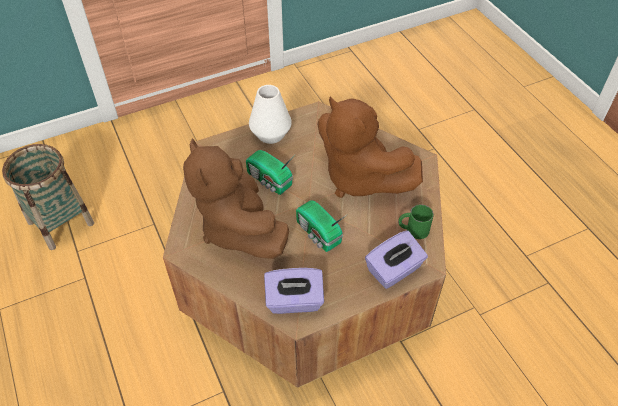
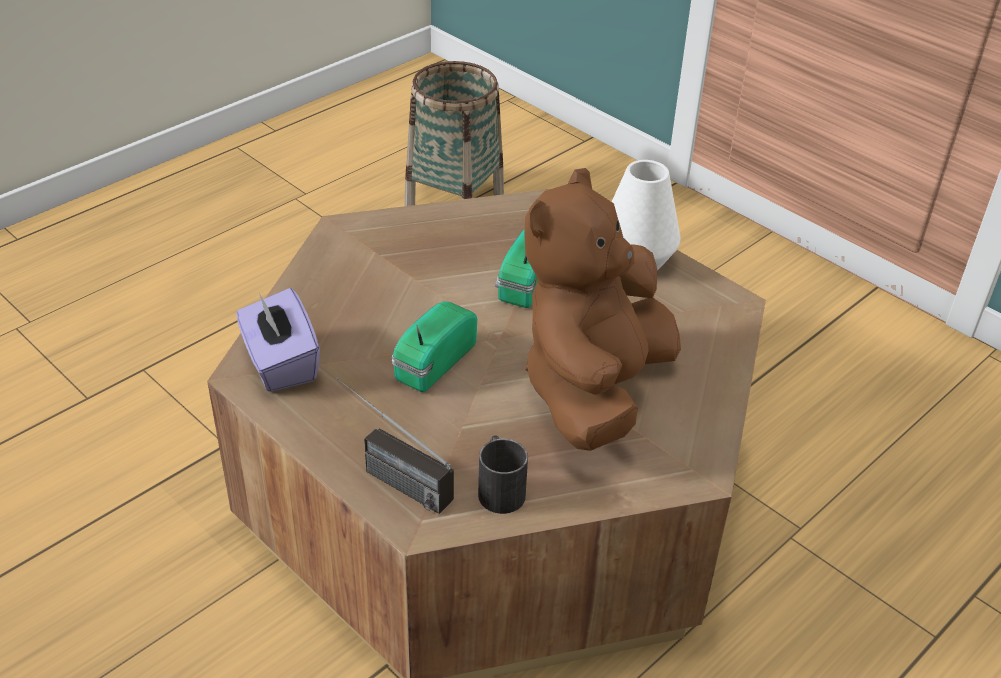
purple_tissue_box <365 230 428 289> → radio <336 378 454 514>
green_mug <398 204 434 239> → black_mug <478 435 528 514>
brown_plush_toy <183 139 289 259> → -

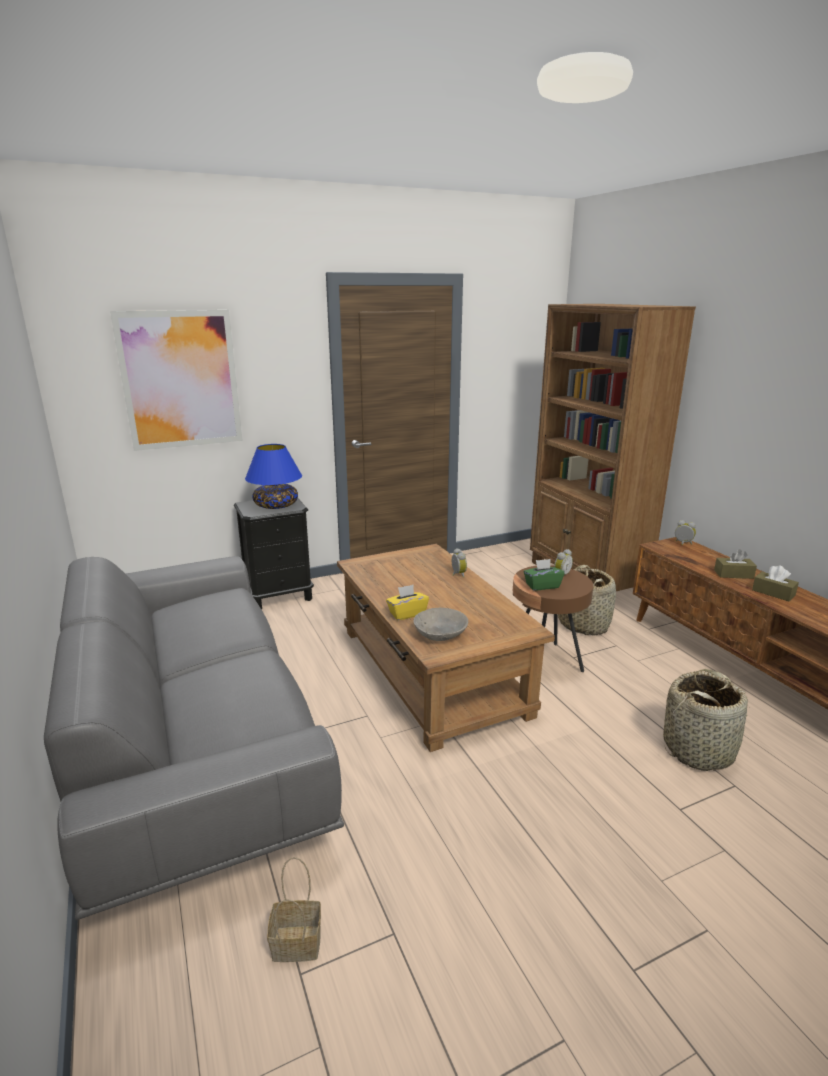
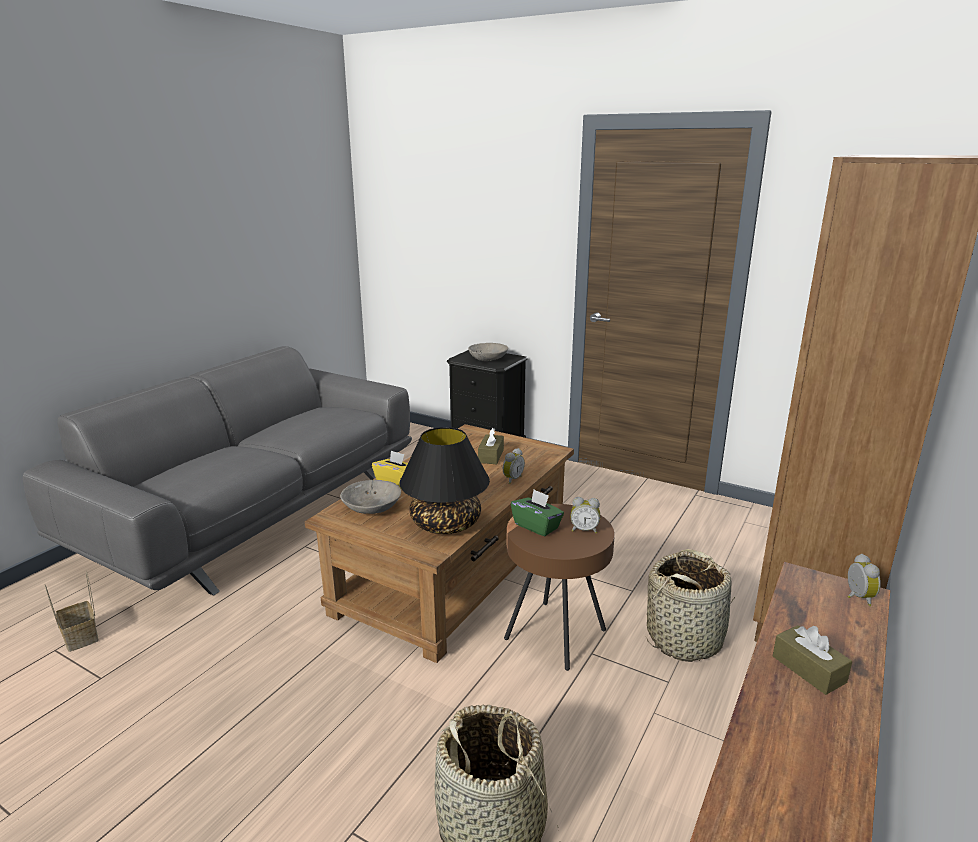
- → black_table_lamp <399 427 490 534>
blue_table_lamp <245 444 302 509> → grey_bowl <468 343 509 361>
brown_tissue_box <752 565 799 601> → brown_tissue_box <478 428 504 464>, moved
picture <110 310 243 451> → -

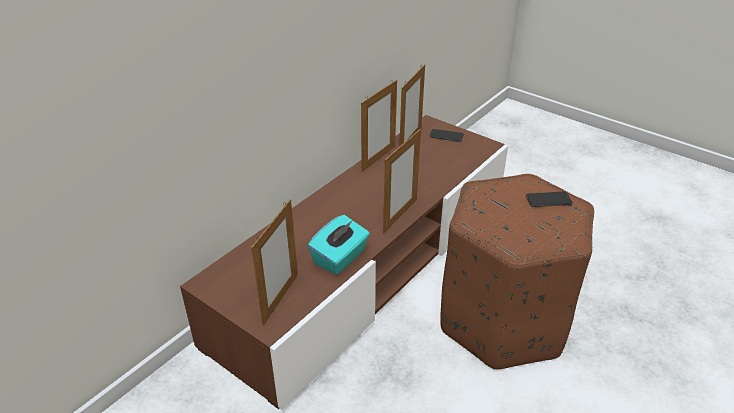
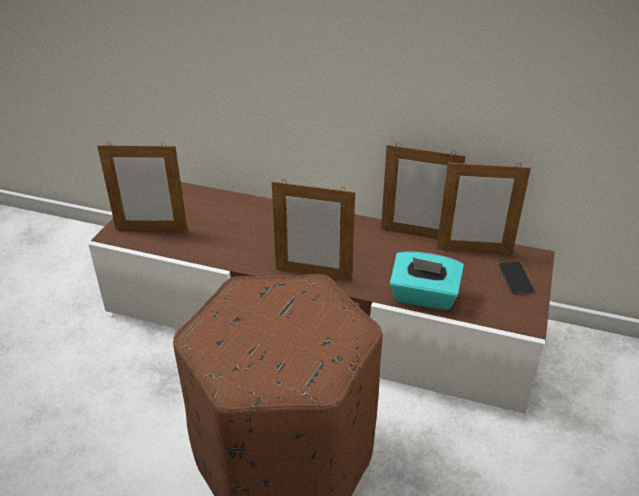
turquoise_tissue_box <308 215 370 275> → turquoise_tissue_box <390 251 464 310>, moved
phone <526 191 573 207> → -

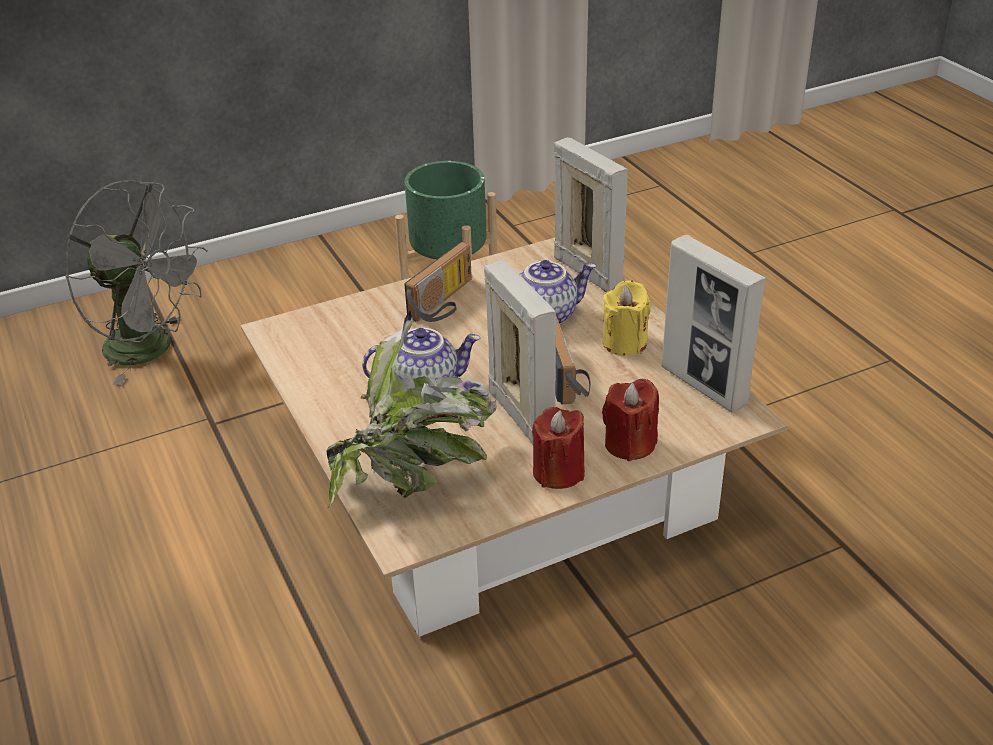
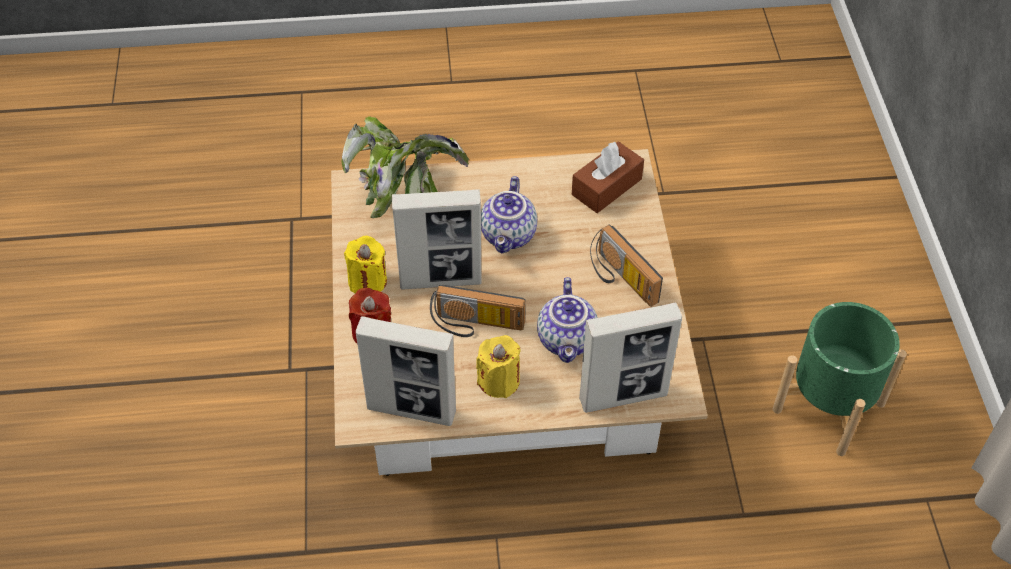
red_candle <532 407 585 489> → yellow_candle <344 236 387 293>
picture_frame <662 235 766 413> → picture_frame <356 316 456 426>, 150 degrees counterclockwise
- → brown_tissue_box <572 141 644 213>
grey_fan <65 180 208 384> → -

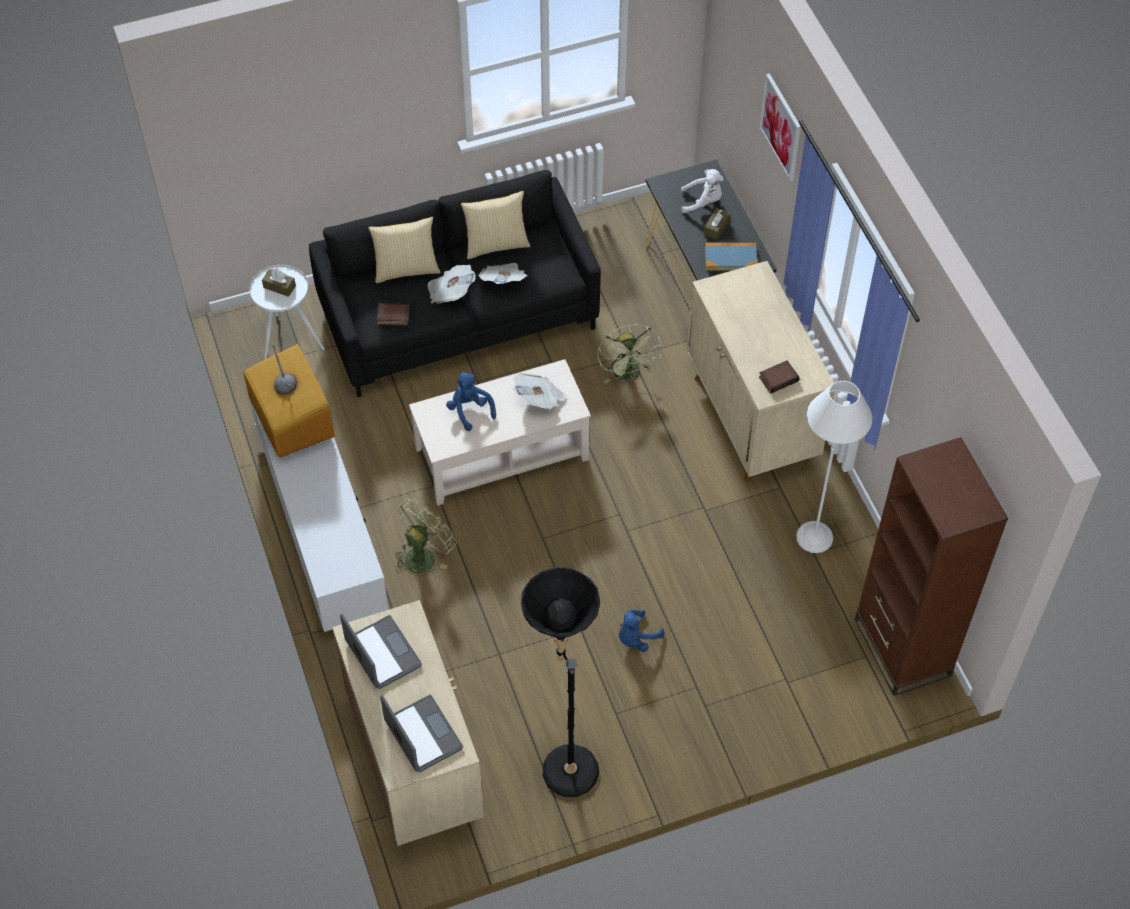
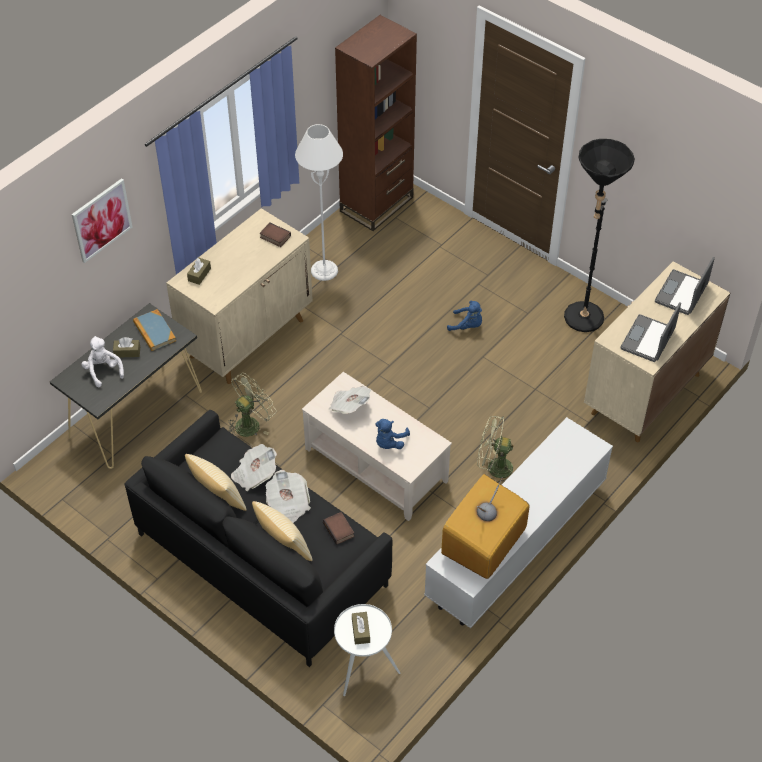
- → brown_tissue_box <187 257 211 285>

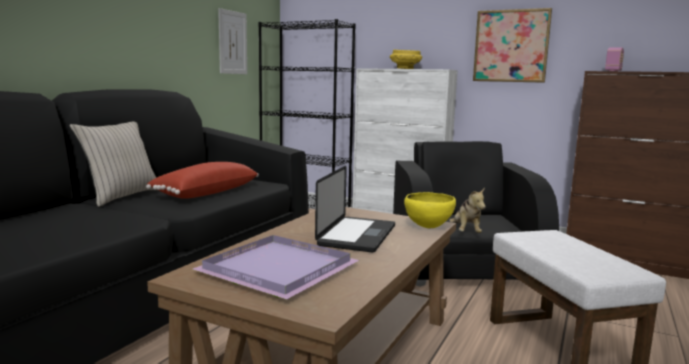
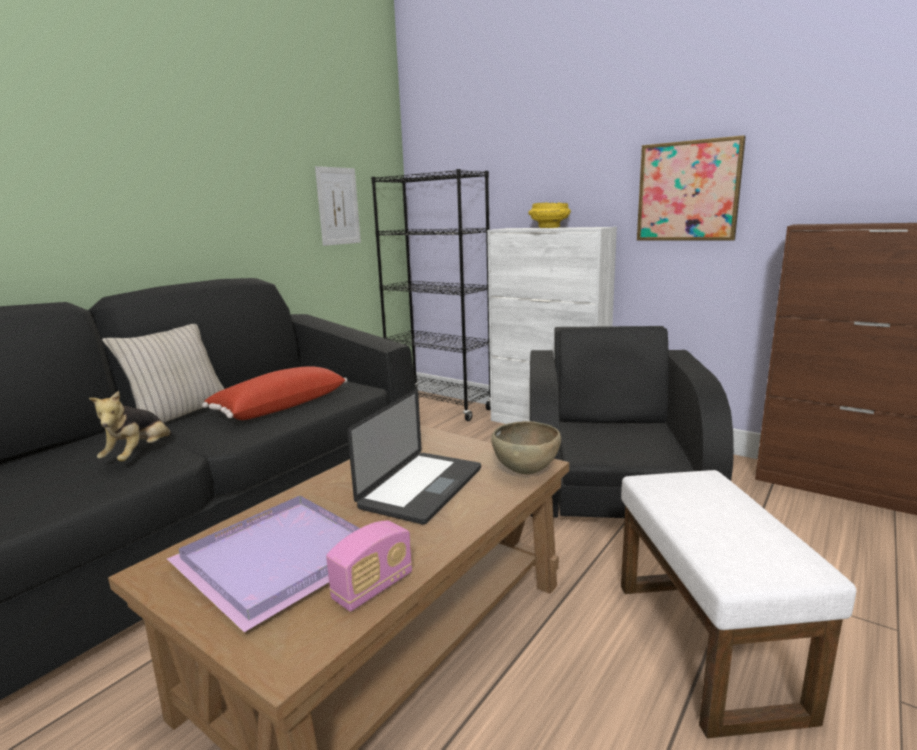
plush_toy <449 188 486 233> → plush_toy <89 391 172 461>, moved
radio <605 47 624 71> → radio <326 520 412 612>, moved
yellow_bowl <404 192 456 229> → brown_bowl <491 421 561 474>

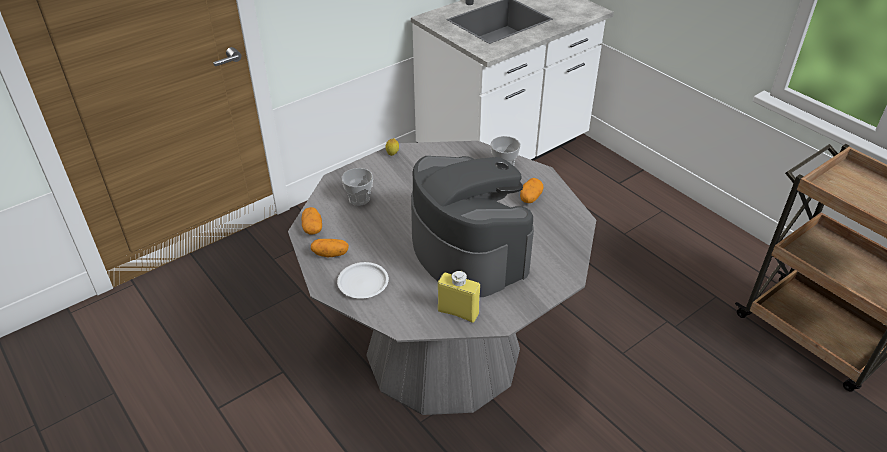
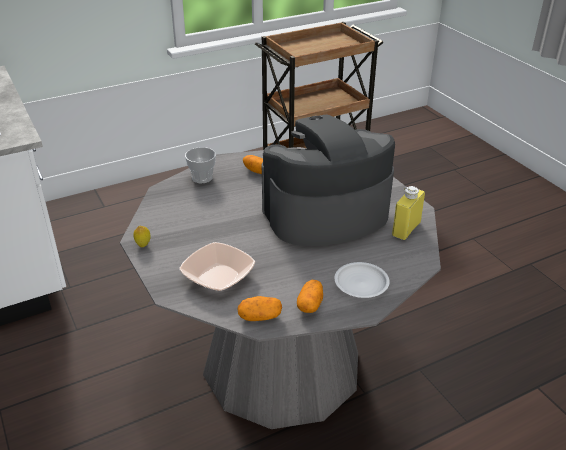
cup <342 168 373 206> → bowl <179 242 255 291>

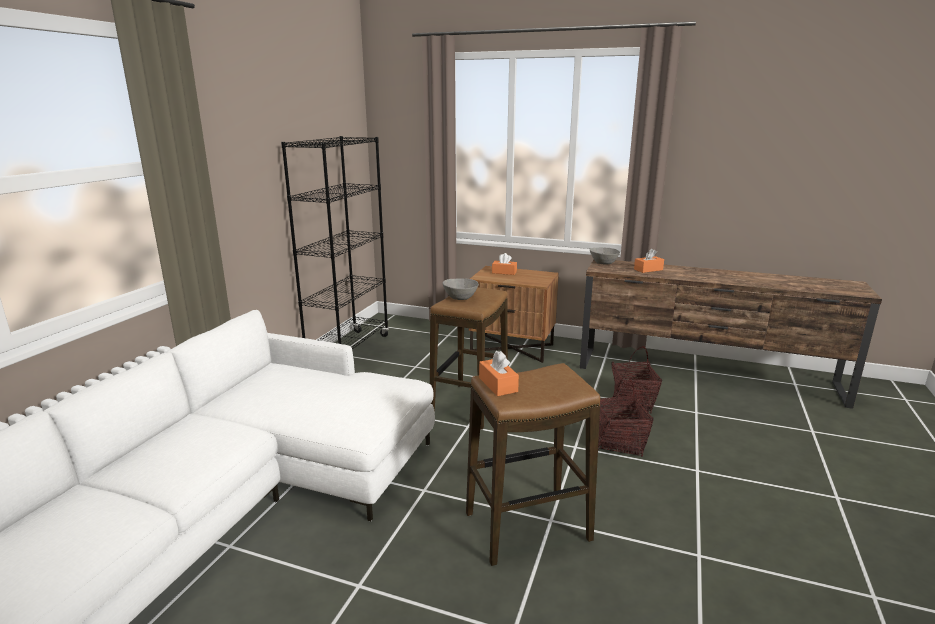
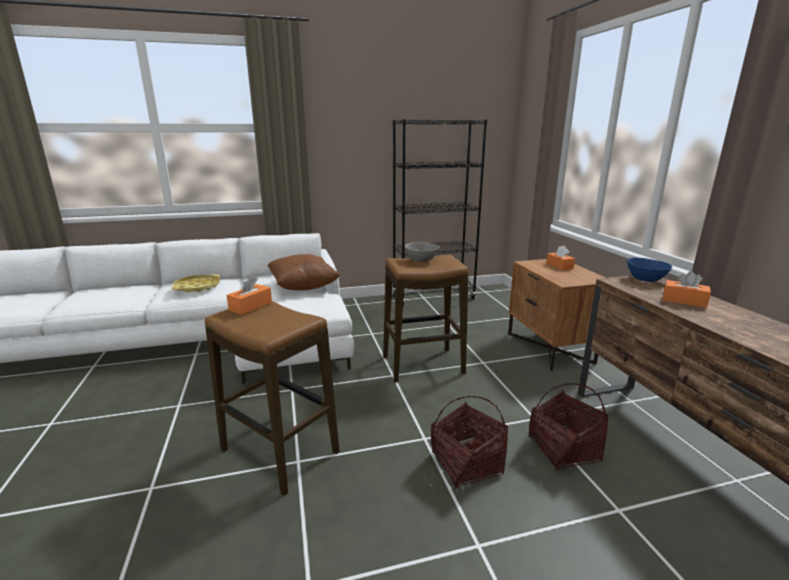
- → yellow_tray <171 274 220 292>
- → brown_pillow <268 254 340 290>
grey_bowl <590 247 620 264> → blue_bowl <627 257 672 282>

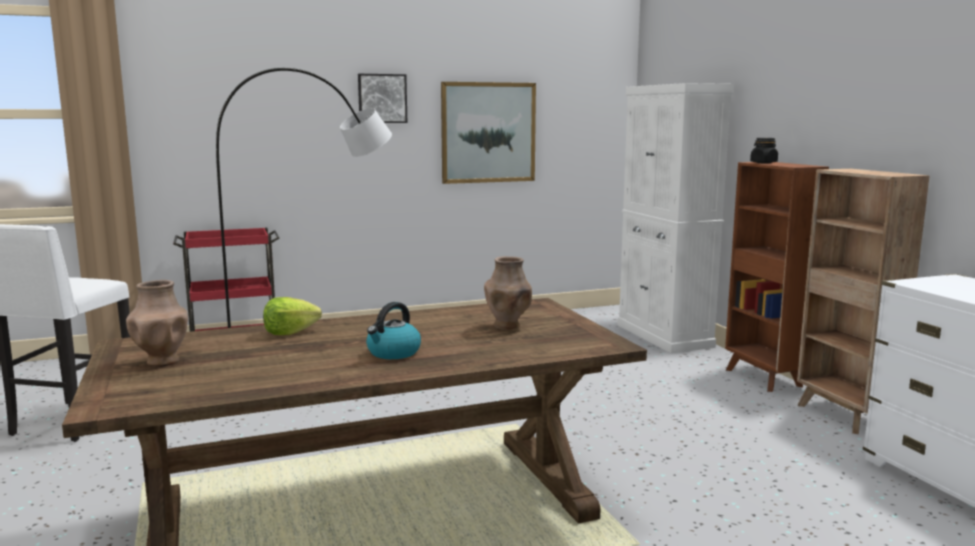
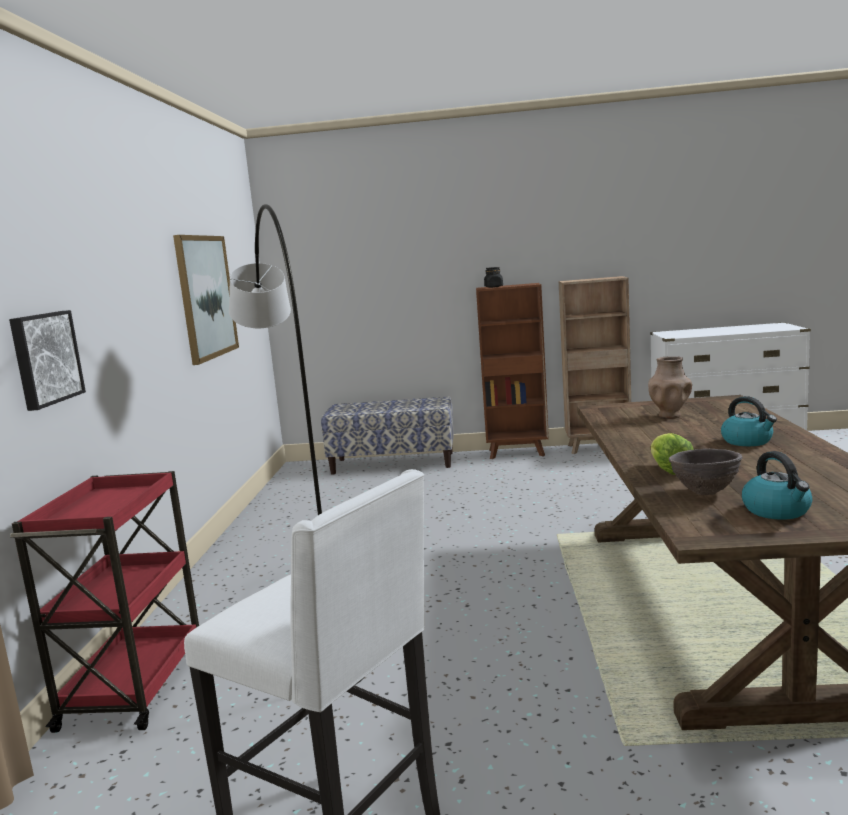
picture <358 74 407 123> → picture <9 310 86 411>, moved
white_cabinet <618 83 734 353> → bench <321 397 454 475>
- → brown_bowl <669 449 743 495>
brown_vase <126 280 188 367> → kettle <742 451 812 520>

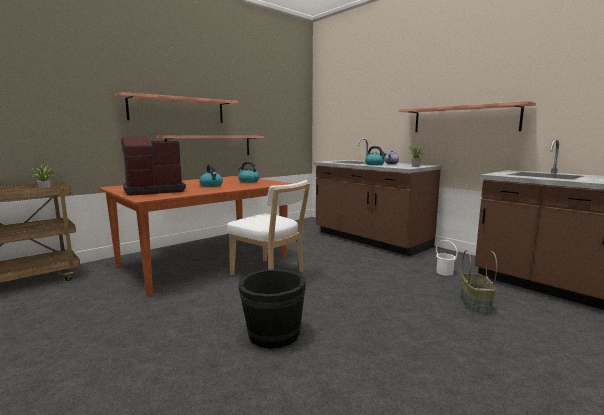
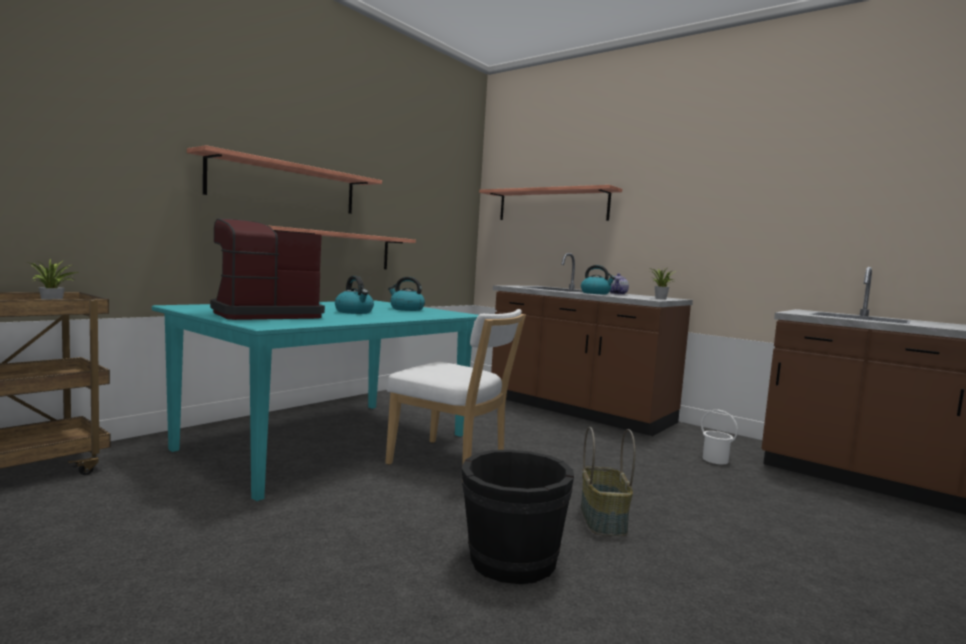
brown_dining_table <99 176 293 297> → turquoise_dining_table <152 301 478 501>
shelf <399 101 536 132> → shelf <479 185 622 221>, moved
basket <460 250 497 314> → basket <581 427 635 536>, moved

